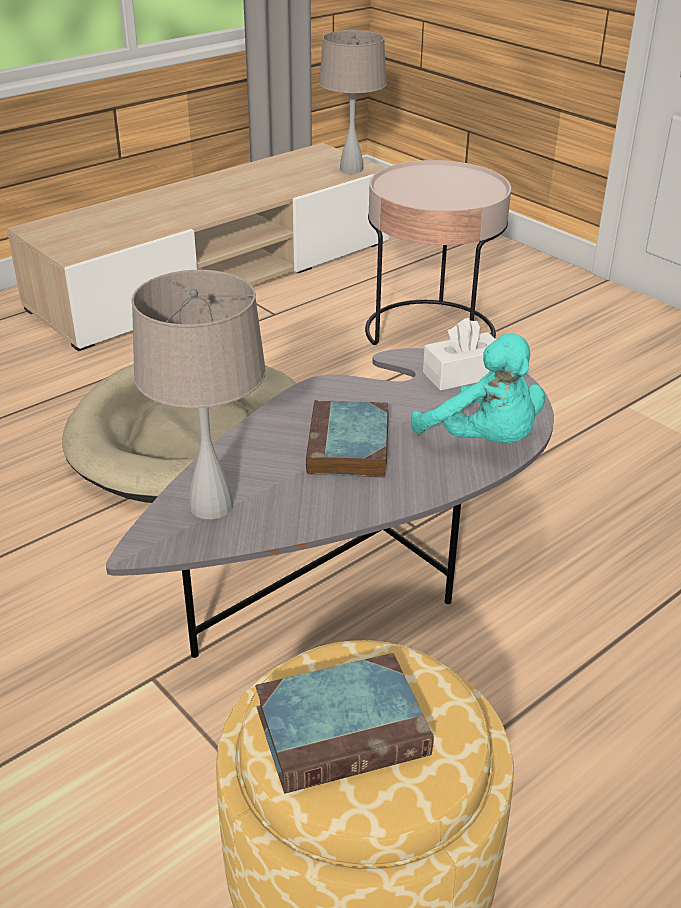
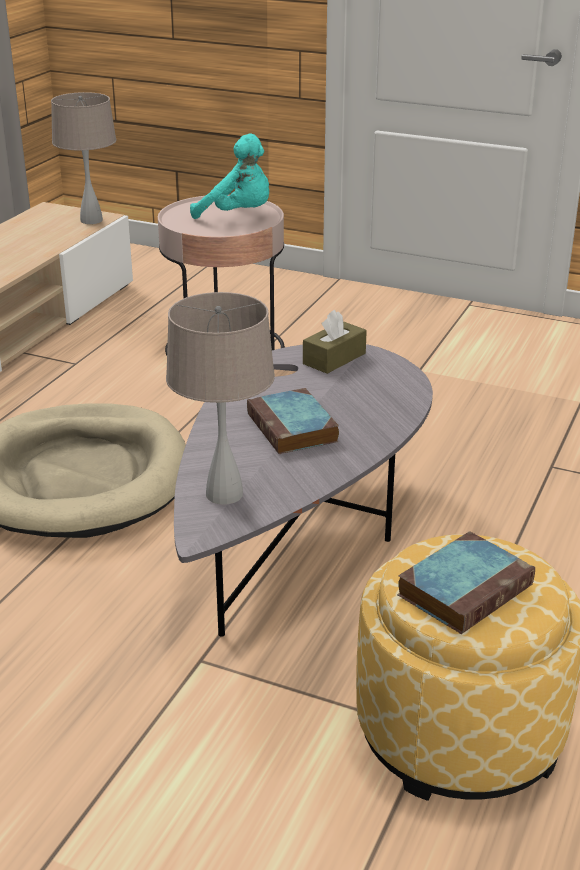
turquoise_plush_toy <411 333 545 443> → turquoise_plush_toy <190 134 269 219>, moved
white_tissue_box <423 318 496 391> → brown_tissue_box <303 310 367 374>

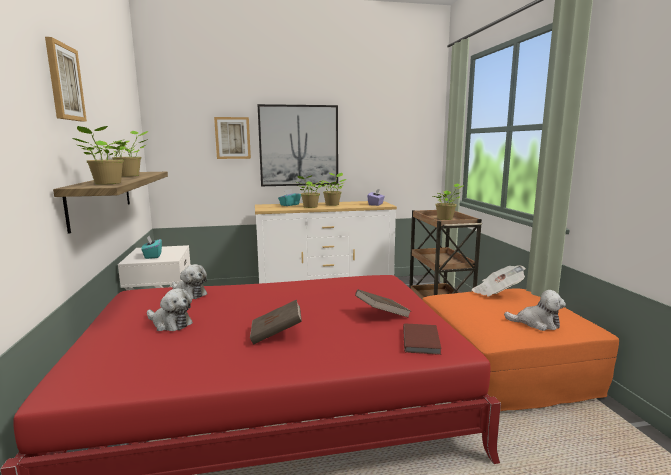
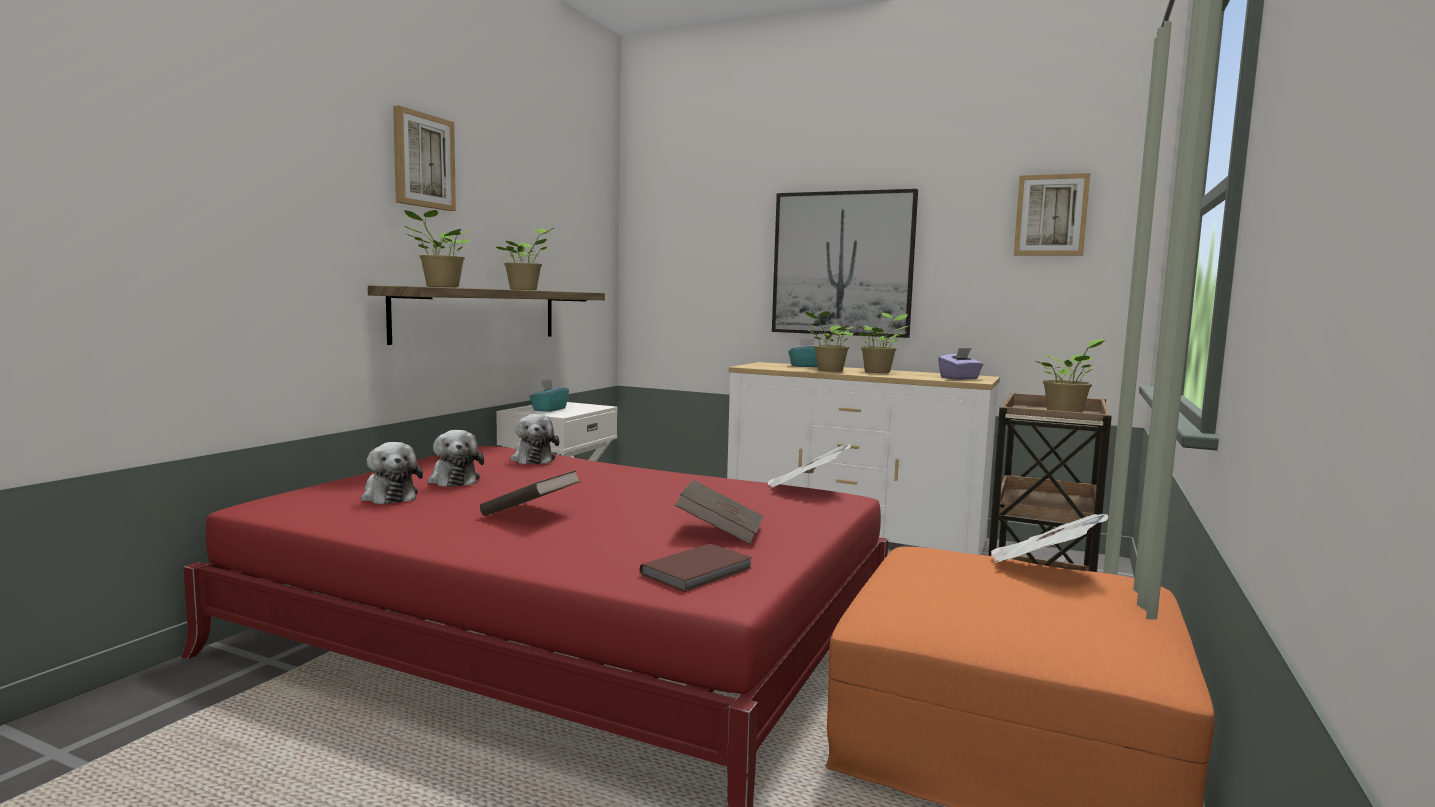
plush_toy <504 290 566 331> → plush_toy <361 442 423 504>, moved
- → newspaper <768 444 851 488>
picture <214 117 251 159> → picture <1014 173 1090 256>, moved

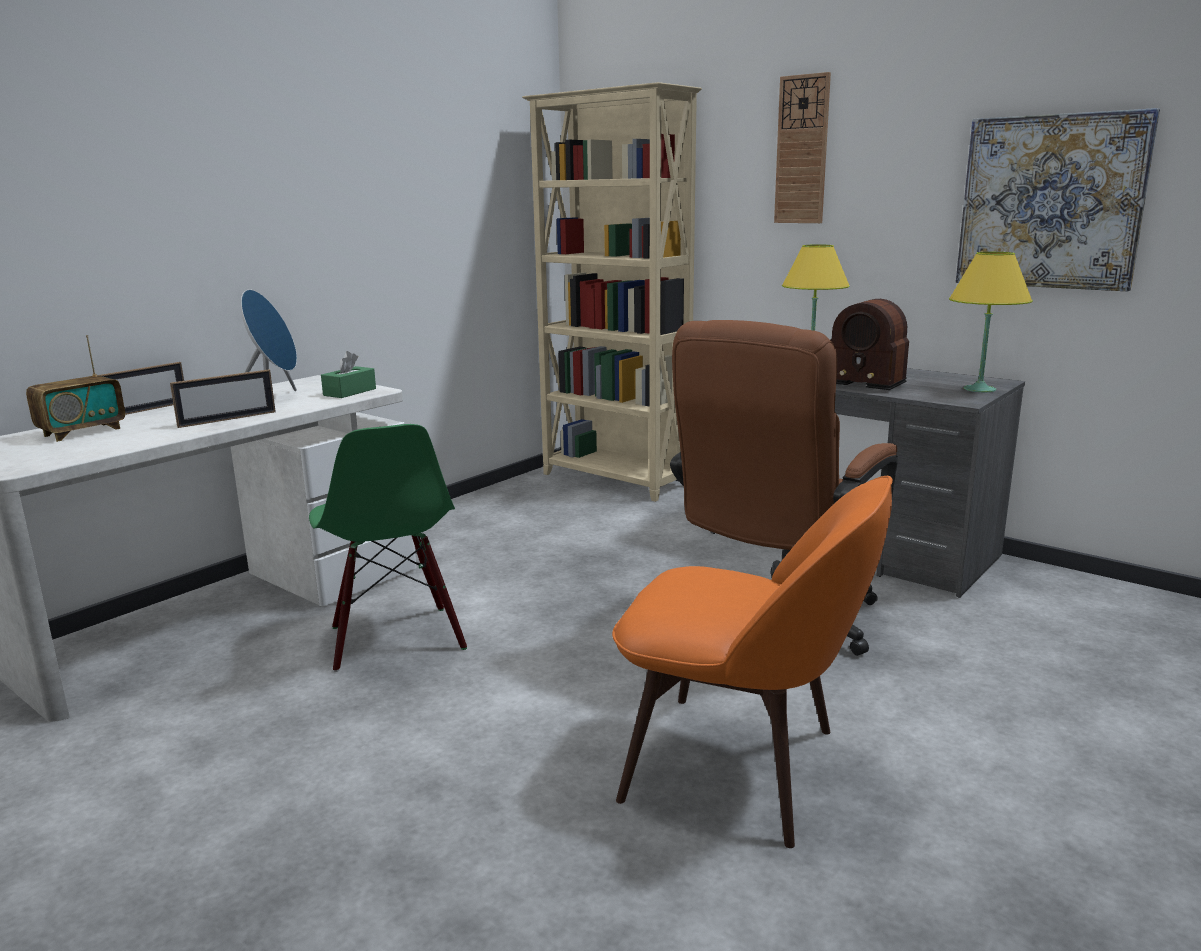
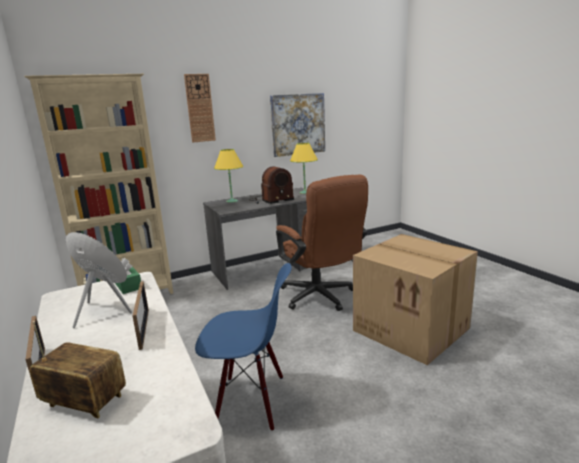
radio <26 335 125 442> → radio <30 321 126 419>, 45 degrees counterclockwise
green_chair <309 424 467 672> → blue_chair <195 263 292 431>
orange_chair <612 476 893 848> → cardboard_box <353 234 478 365>

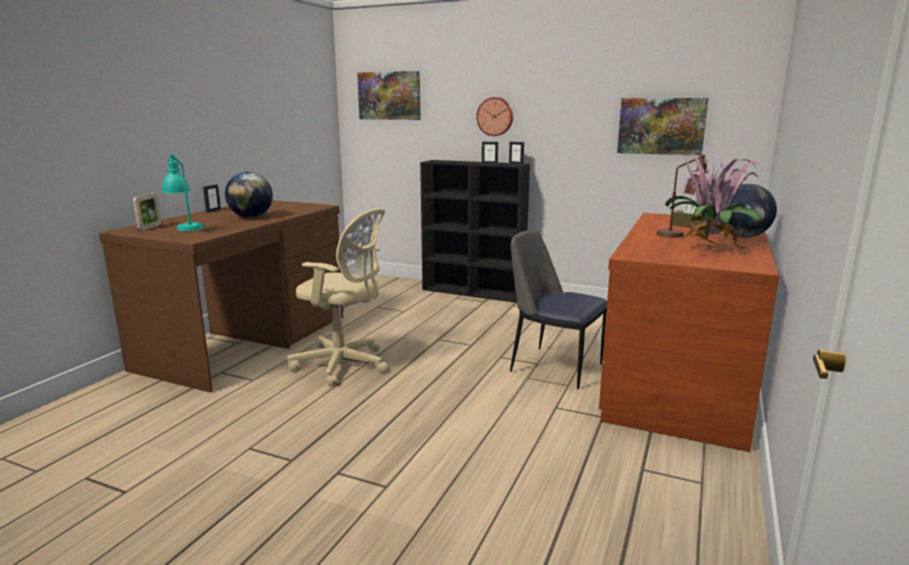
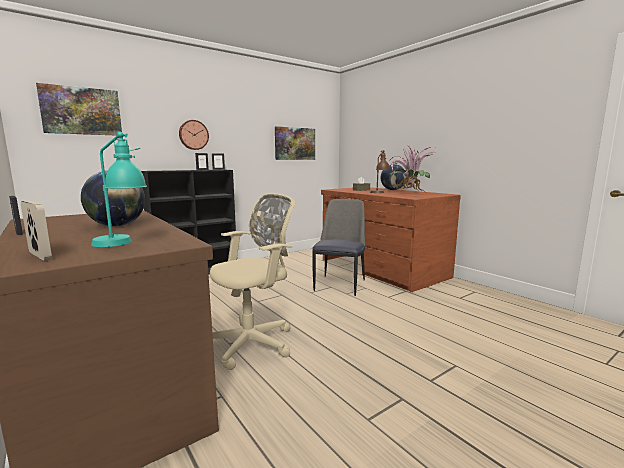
chair <510 230 607 389> → chair <312 199 365 296>, 135 degrees clockwise

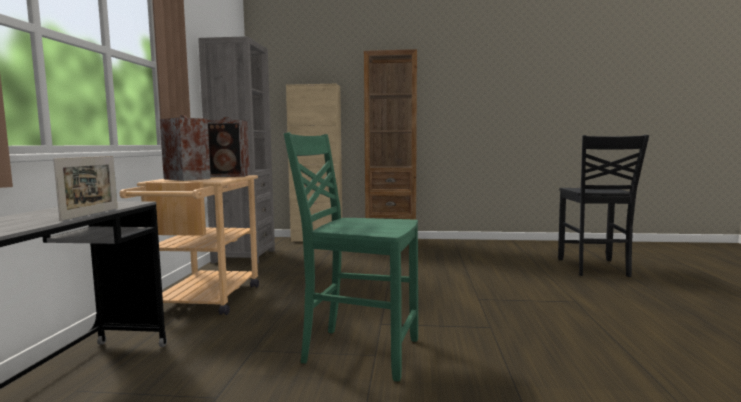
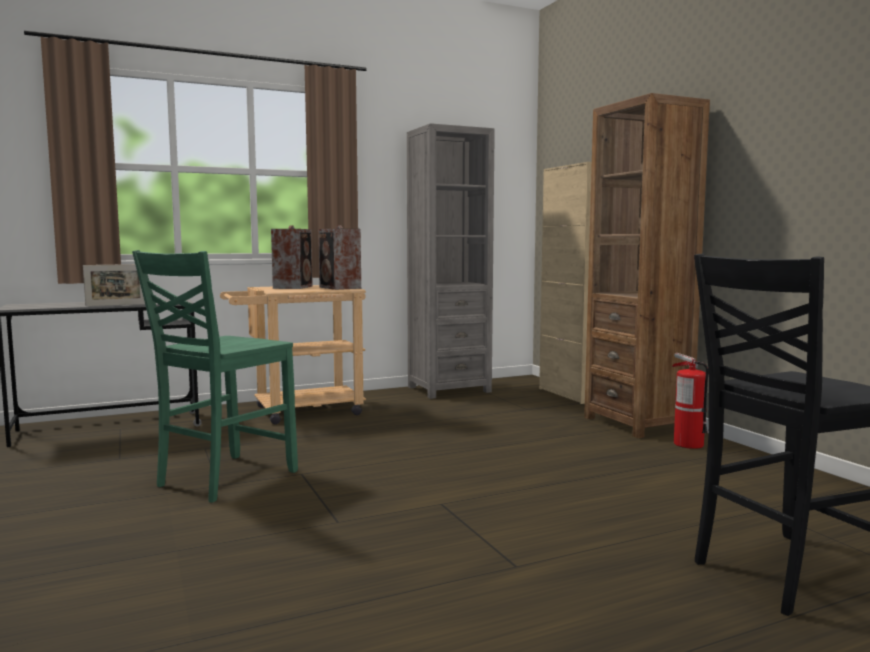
green_chair <284 132 418 382> → green_chair <132 250 298 503>, 135 degrees counterclockwise
- → fire_extinguisher <672 353 709 449>

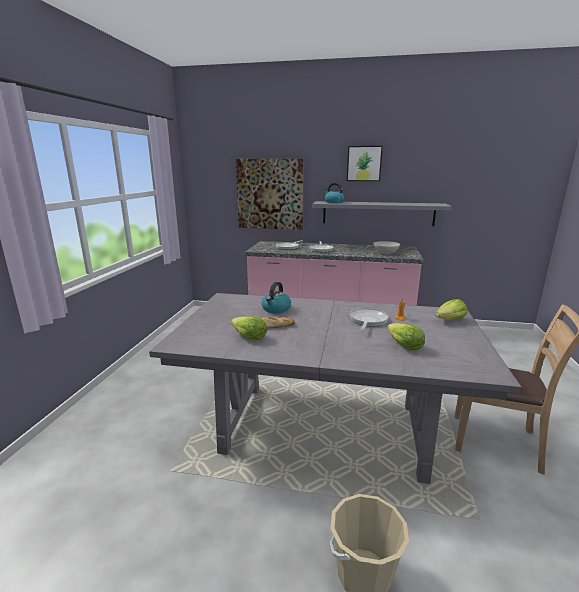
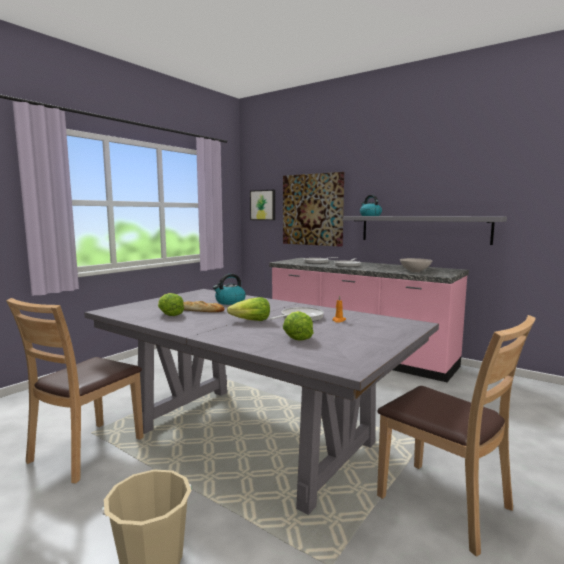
- → brown_chair <6 298 144 484>
lettuce <435 299 467 320> → lettuce <227 297 270 321>, moved
picture <347 146 383 181> → picture <250 190 275 220>, moved

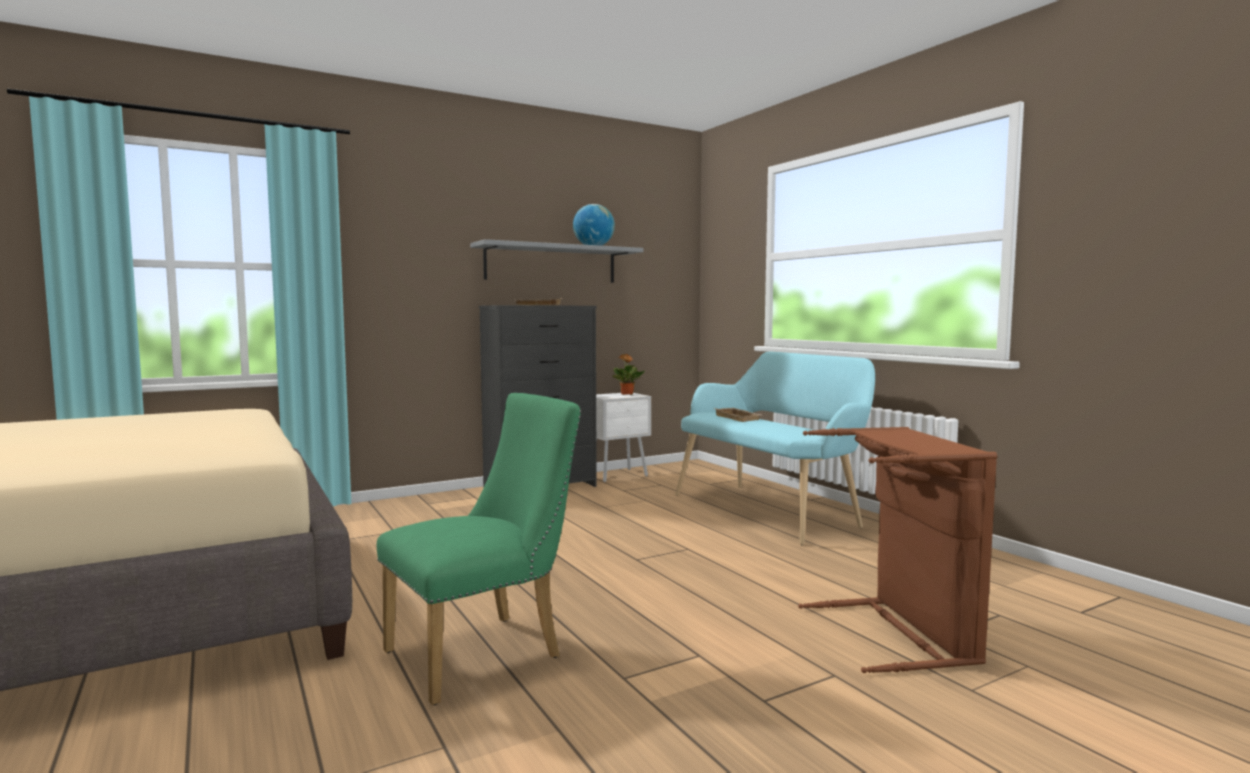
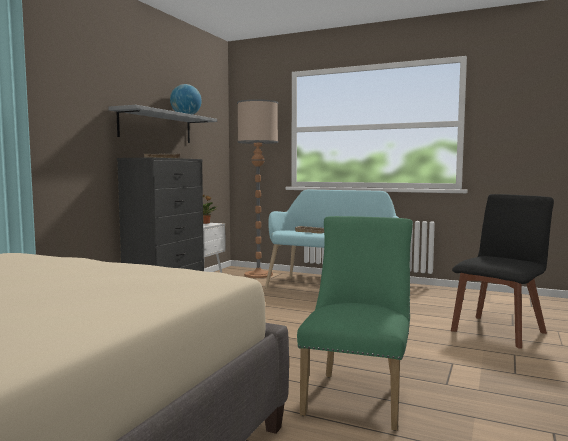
- → floor_lamp <237 99 278 278>
brown_laundry_basket <798 427 997 673> → black_chair <451 194 554 349>

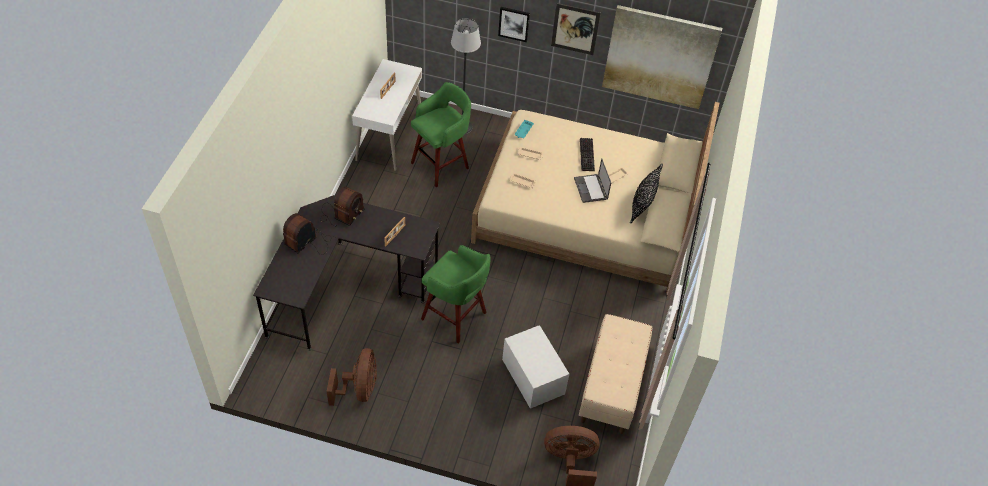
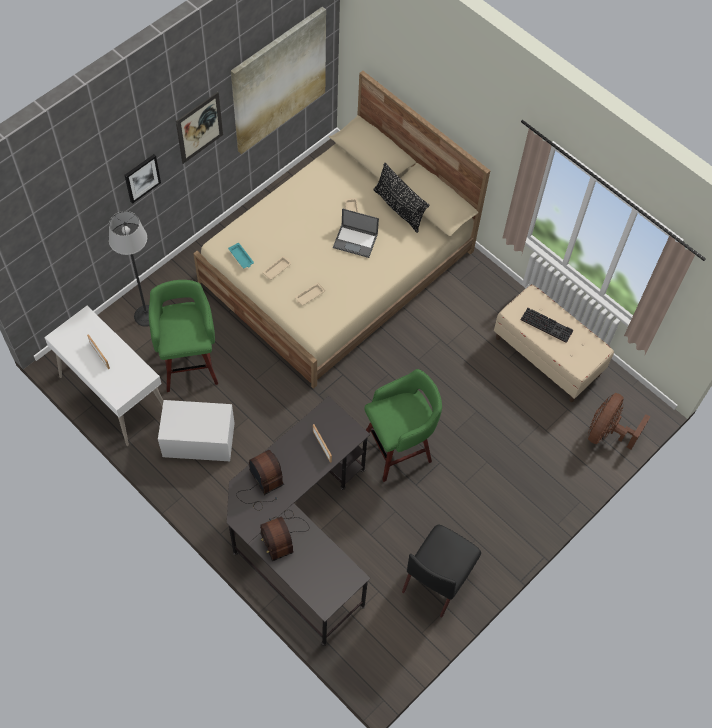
white_storage_box <502 325 569 409> → white_storage_box <158 400 234 461>, moved
brown_fan <327 348 377 406> → black_chair <402 525 481 617>
keyboard <580 138 595 171> → keyboard <521 307 573 343>, moved

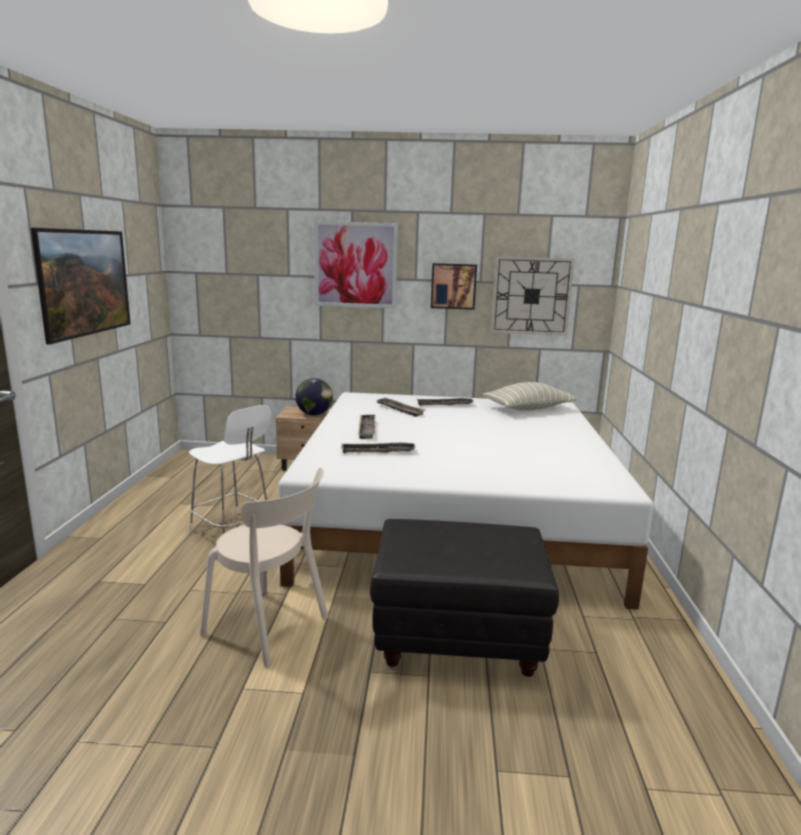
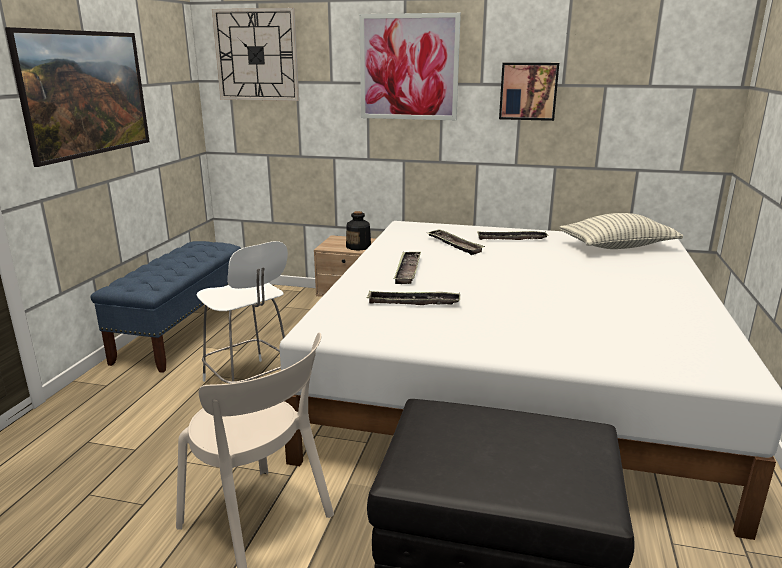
- → blue_bench <91 241 241 373>
wall_clock <491 256 574 336> → wall_clock <212 8 299 101>, moved
globe <295 378 333 416> → bottle <346 211 371 251>

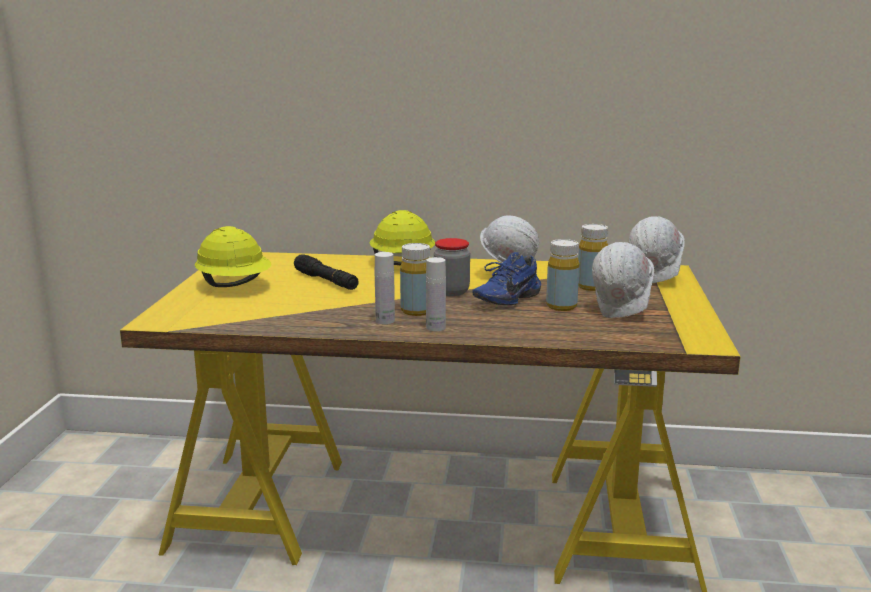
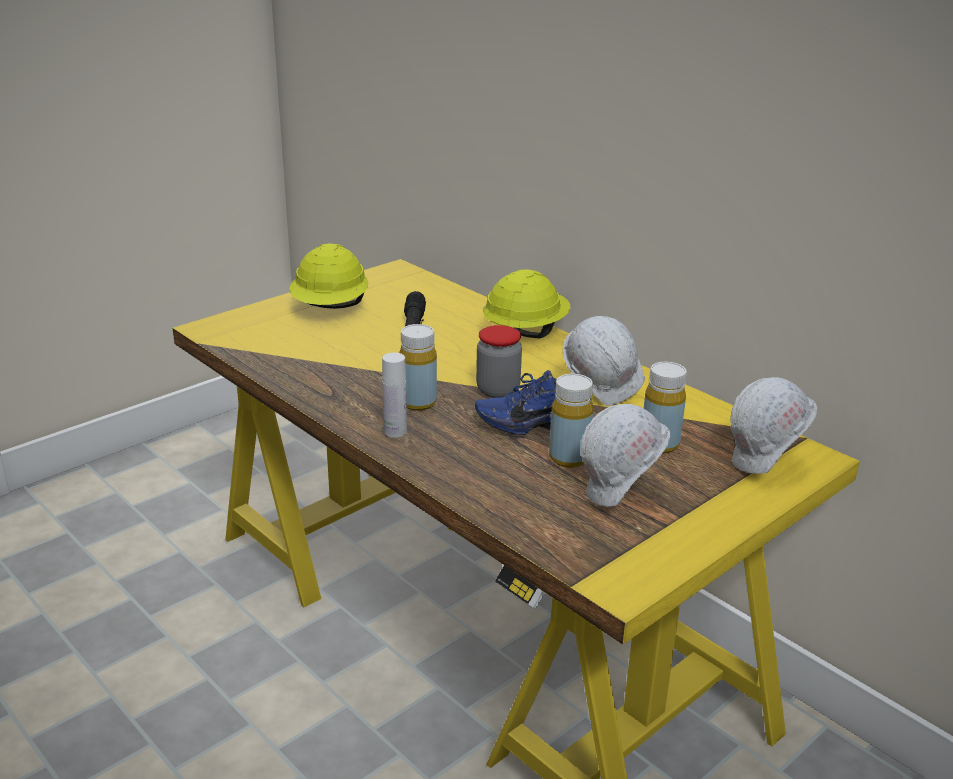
white_bottle <375 252 395 324> → -

